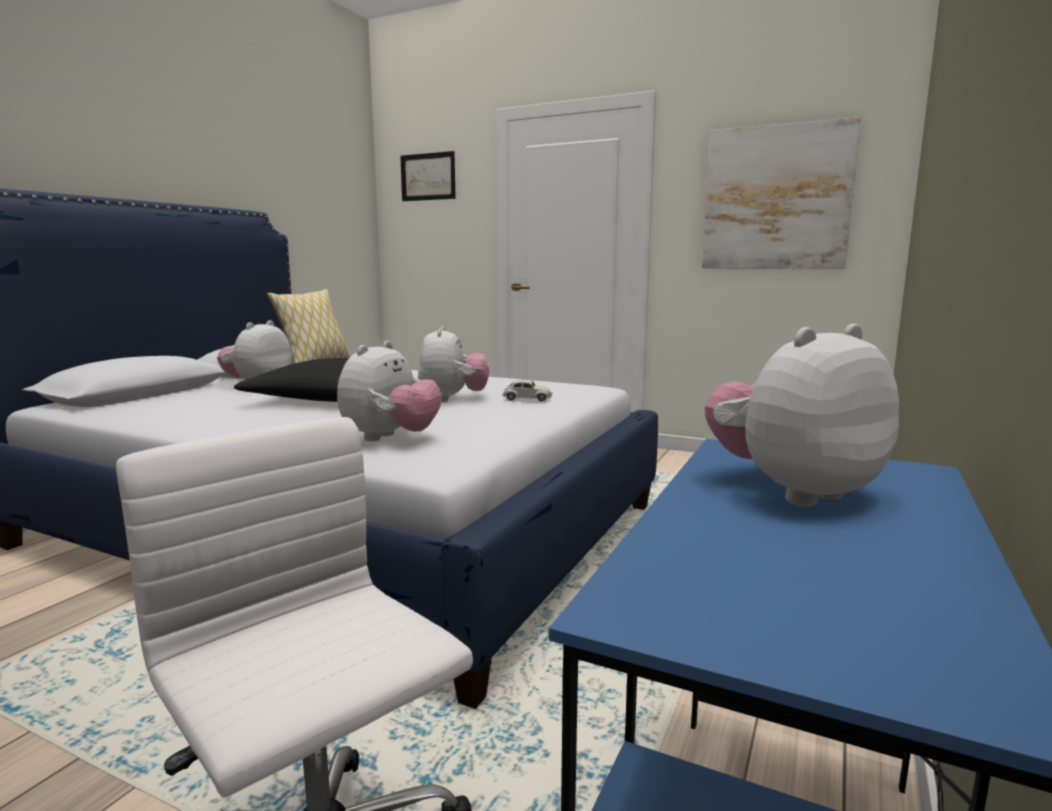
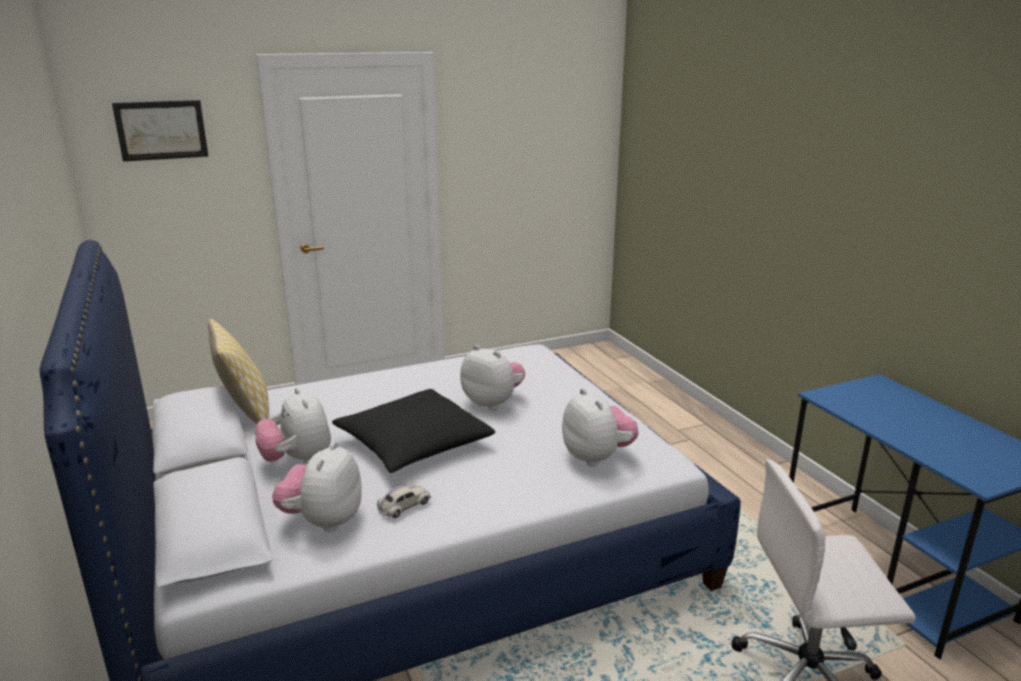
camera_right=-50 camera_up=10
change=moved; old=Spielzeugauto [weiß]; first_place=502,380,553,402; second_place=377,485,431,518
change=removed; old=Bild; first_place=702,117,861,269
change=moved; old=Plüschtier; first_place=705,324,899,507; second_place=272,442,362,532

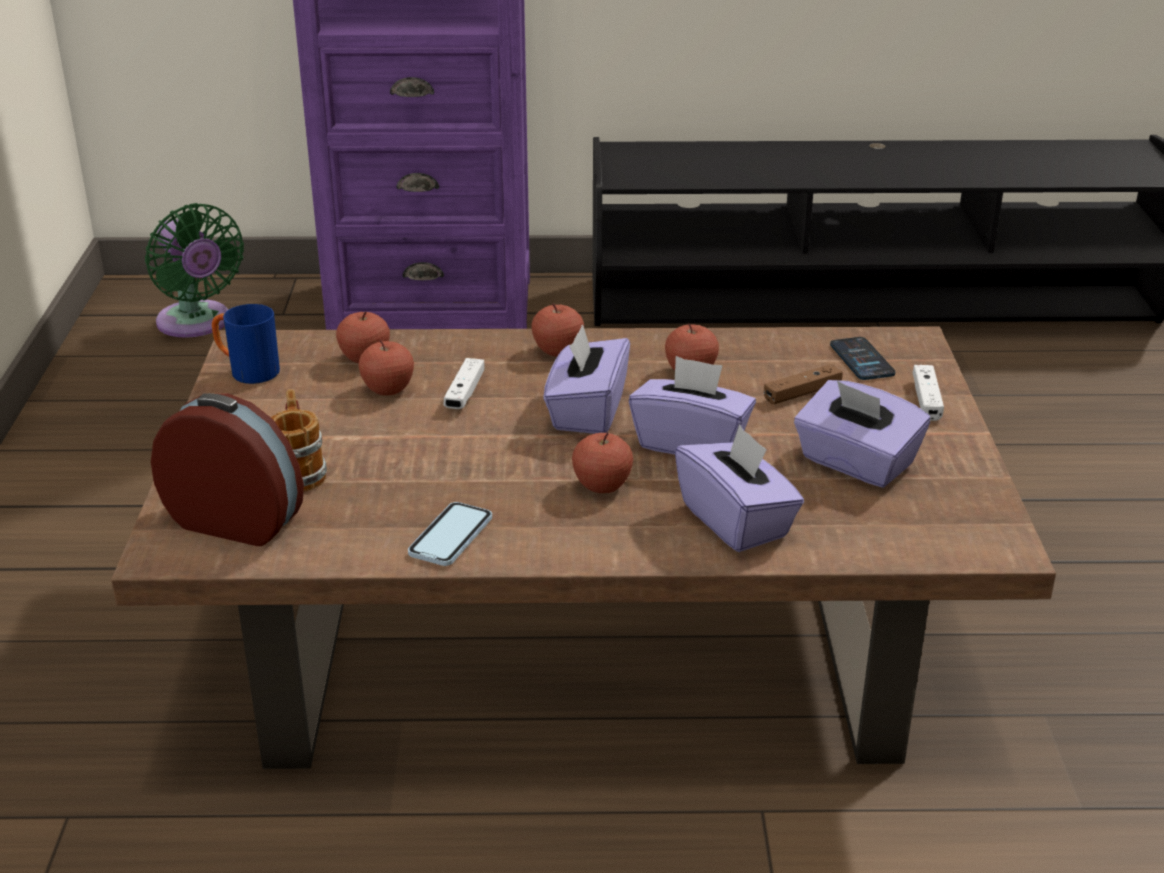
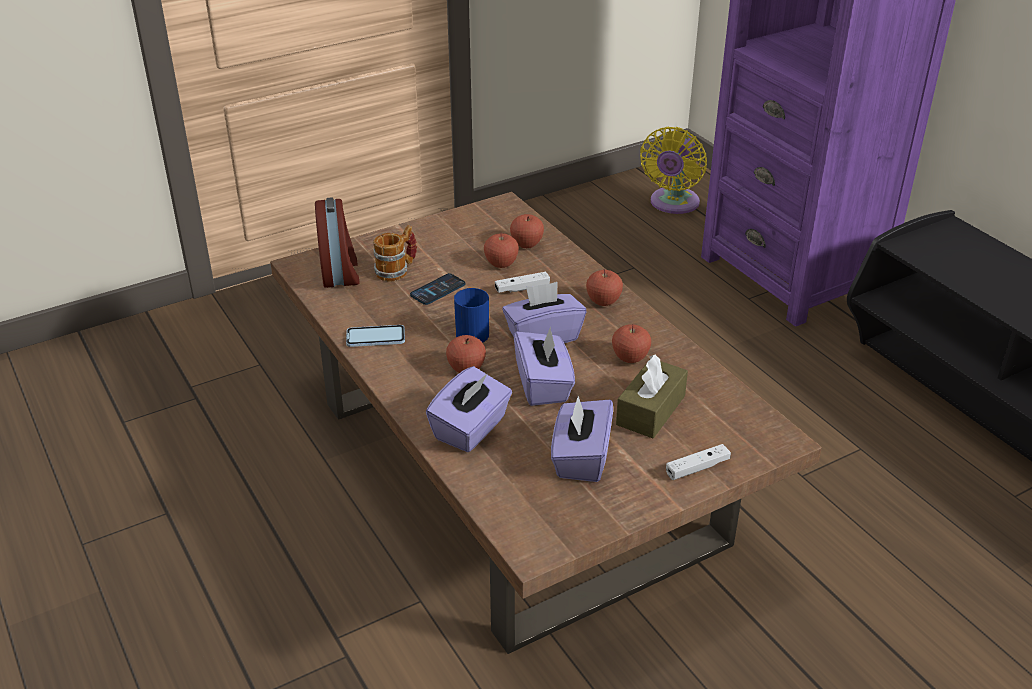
camera_right=60 camera_up=5
change=recoloured; old=Ventilator [grün]; new=Ventilator [gelb]; first_place=145,203,244,338; second_place=640,127,707,214
change=moved; old=Henkelbecher [blau]; first_place=212,304,280,384; second_place=454,287,489,343
change=replaced; old=Gamepad [braun]; new=Taschentuchbox [braun]; first_place=764,364,842,404; second_place=616,355,688,438
change=moved; old=Handy; first_place=830,337,895,380; second_place=410,273,465,305

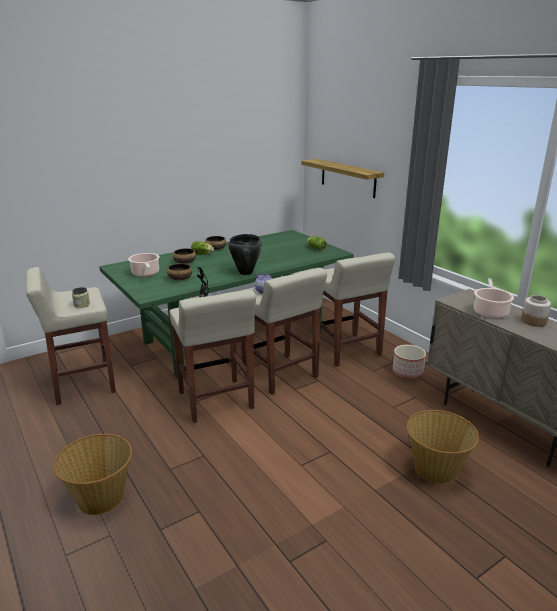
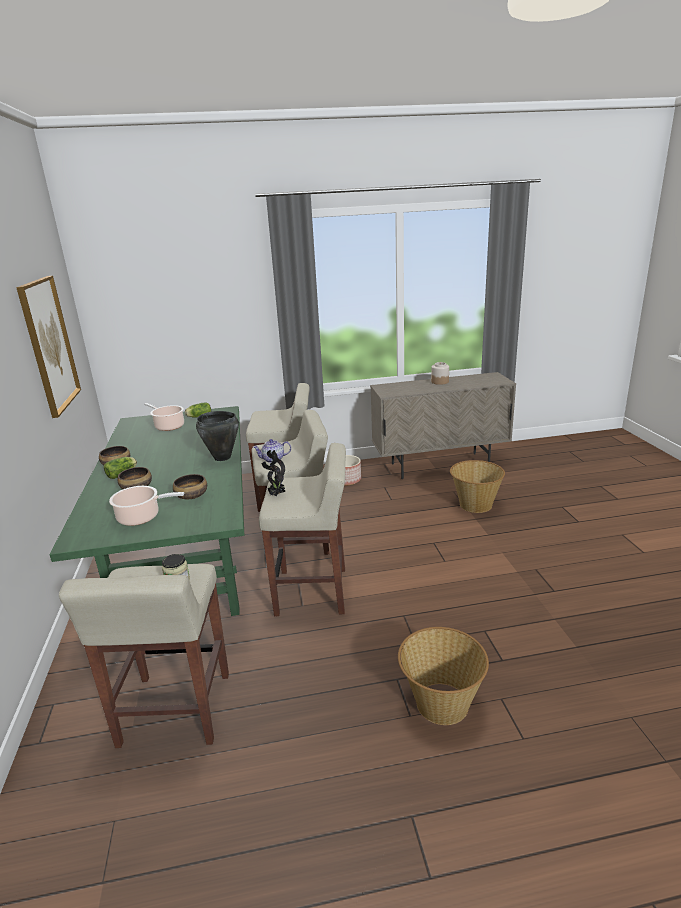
camera_right=-65 camera_up=0
change=removed; old=Wandregal; first_place=301,159,384,198
change=moved; old=Kochtopf; first_place=474,278,514,318; second_place=144,403,184,431
change=added; new=Bild; second_place=16,276,81,418

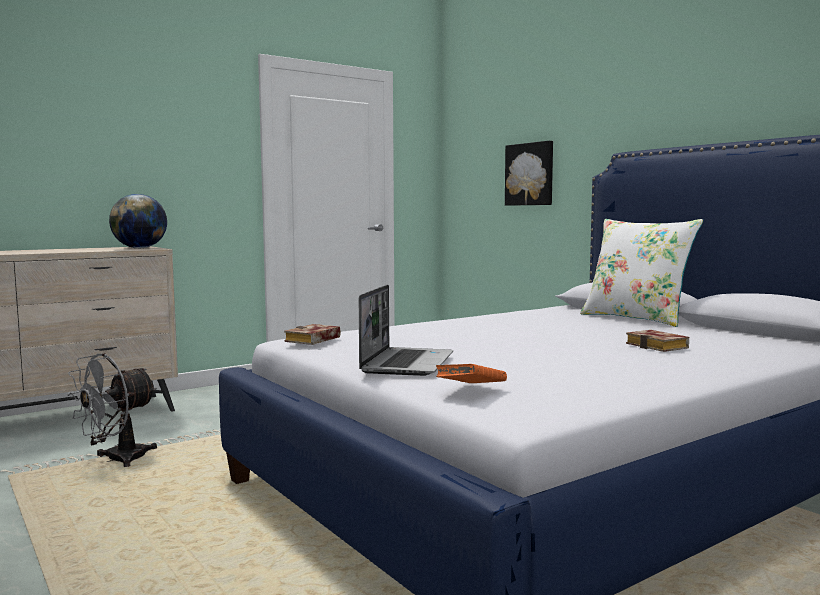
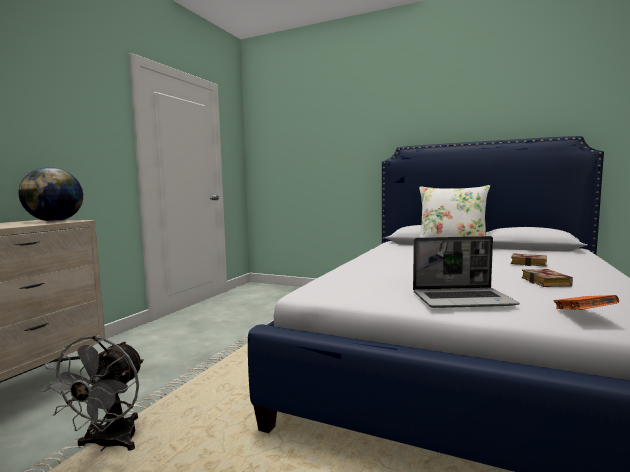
camera_right=-30 camera_up=0
change=moved; old=Buch; first_place=284,324,341,345; second_place=522,269,573,287
change=turned; old=Laptop; first_place=359,285,453,376; second_place=413,236,520,308; degrees=105
change=removed; old=Bild; first_place=505,141,553,206

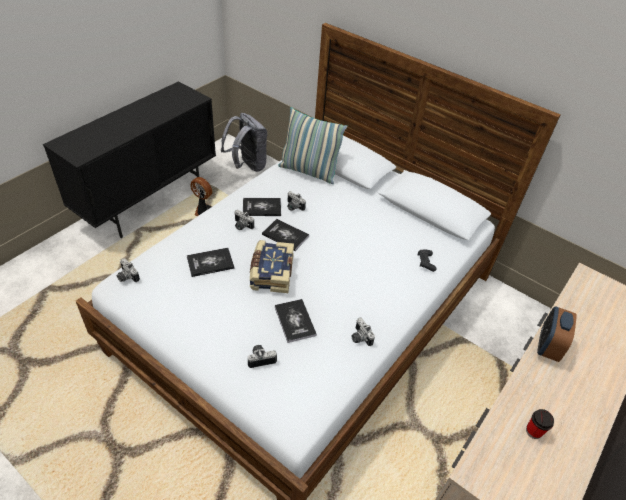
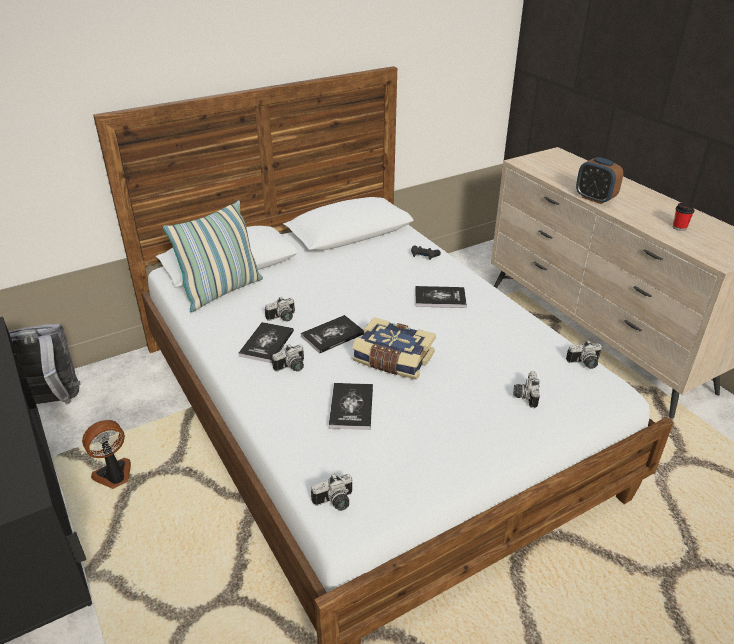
camera_right=-65 camera_up=-10
change=moved; old=Buch; first_place=275,299,317,343; second_place=415,286,467,308
change=moved; old=Kamera; first_place=352,318,375,346; second_place=566,340,602,369

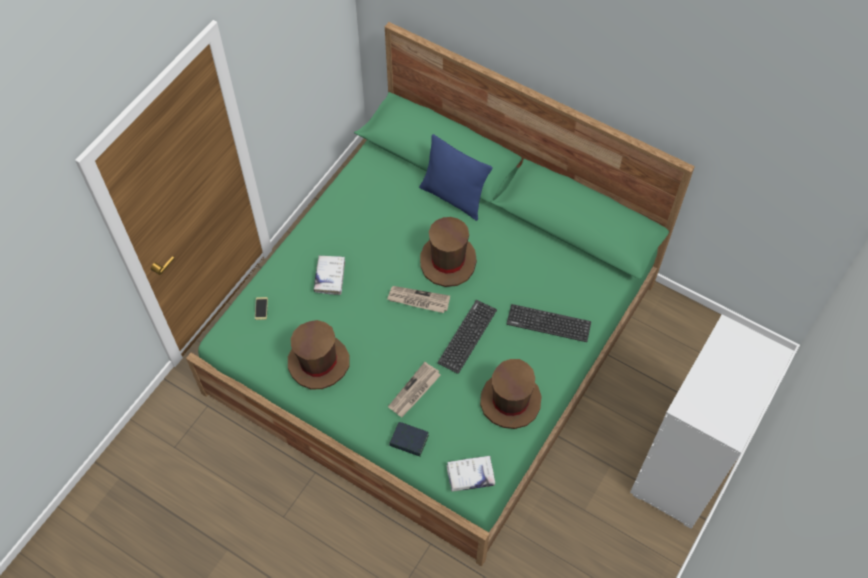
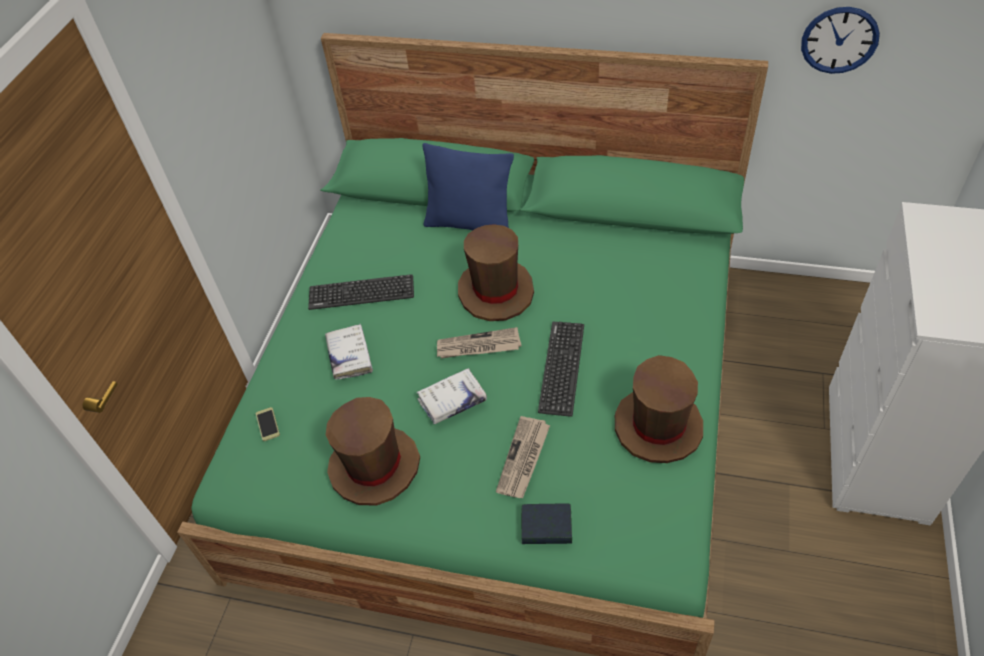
camera_right=-15 camera_up=-10
change=moved; old=Buch [weiß]; first_place=446,456,495,492; second_place=417,368,487,424
change=moved; old=Tastatur; first_place=507,304,591,342; second_place=308,274,414,310
change=added; new=Wanduhr; second_place=801,7,880,74

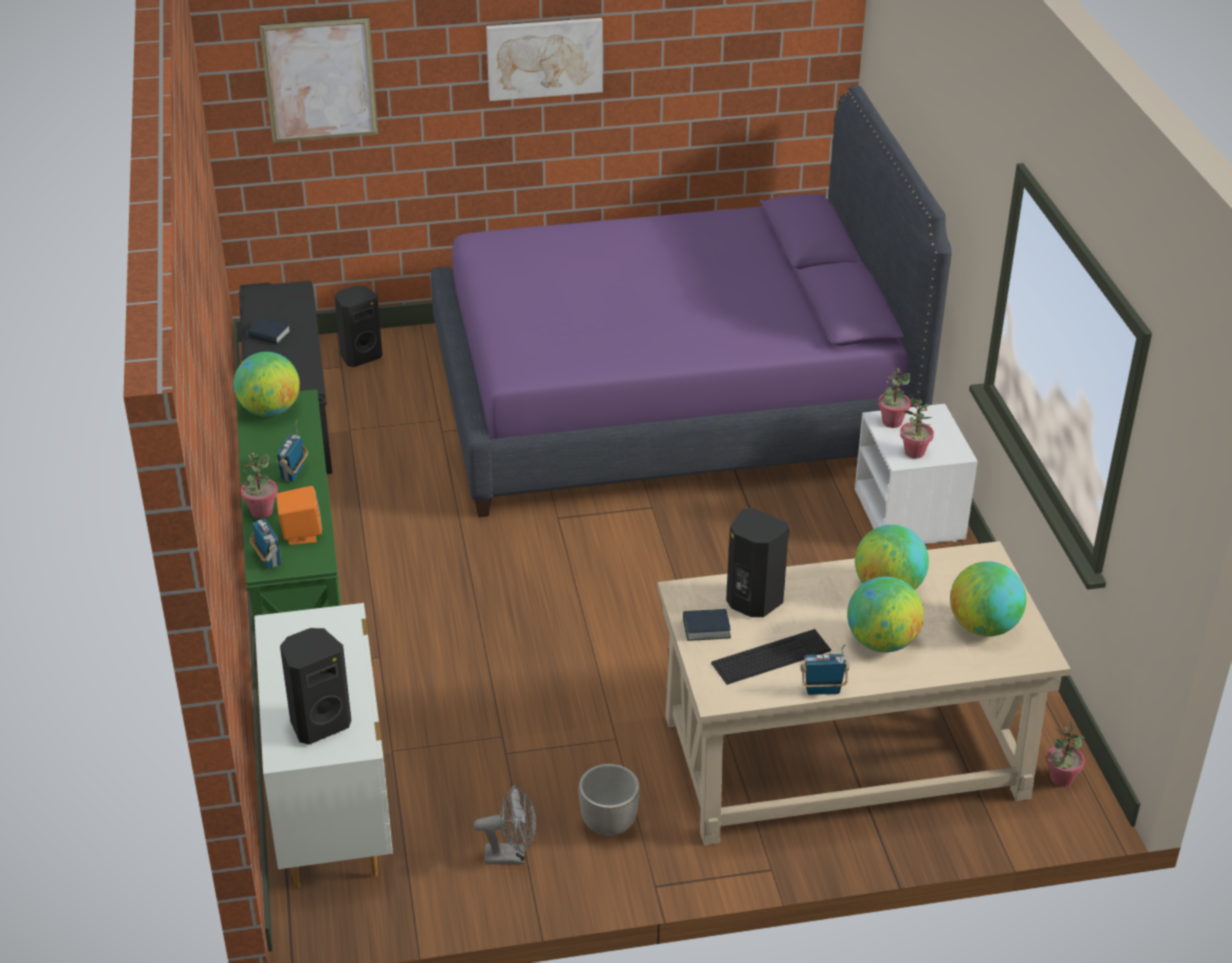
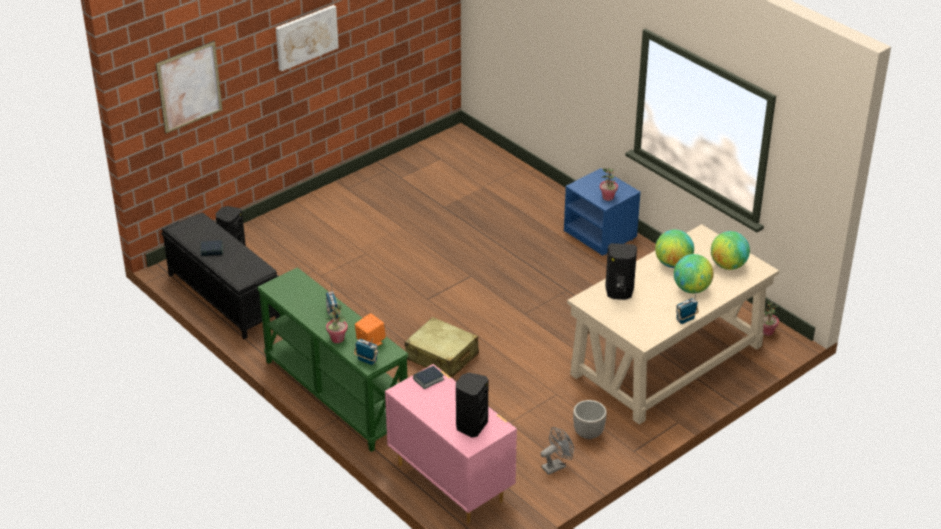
camera_right=-30 camera_up=0
change=removed; old=Globus; first_place=234,352,300,417
change=recoloured; old=Kommode [weiß]; new=Kommode [rosa]; first_place=254,603,393,888; second_place=385,364,517,524
change=removed; old=Bett [lila]; first_place=431,85,952,517
change=moved; old=Buch; first_place=683,609,731,641; second_place=413,366,444,389
change=removed; old=Tastatur; first_place=711,629,831,685
change=recoloured; old=Nachttisch [weiß]; new=Nachttisch [blau]; first_place=855,404,978,544; second_place=564,168,641,256
change=removed; old=Topfpflanze; first_place=878,368,911,428
change=added; new=Koffer [beige]; second_place=405,317,479,378

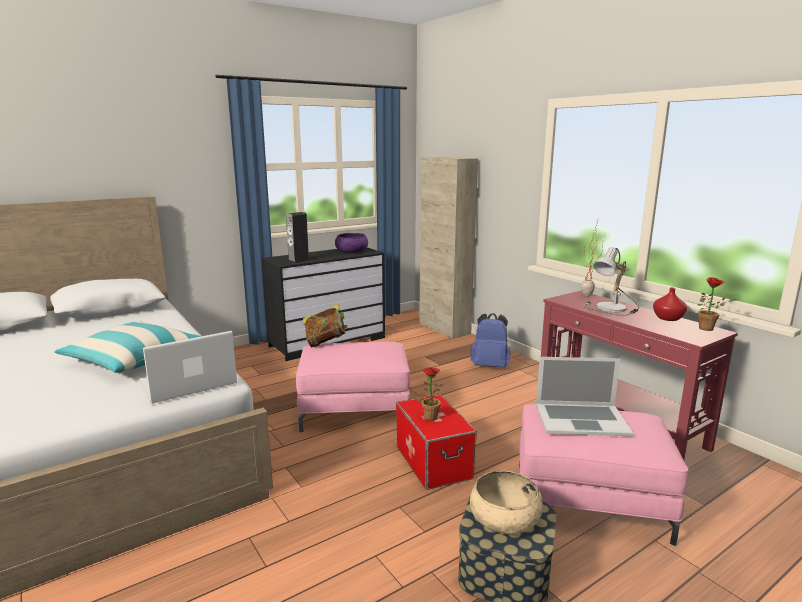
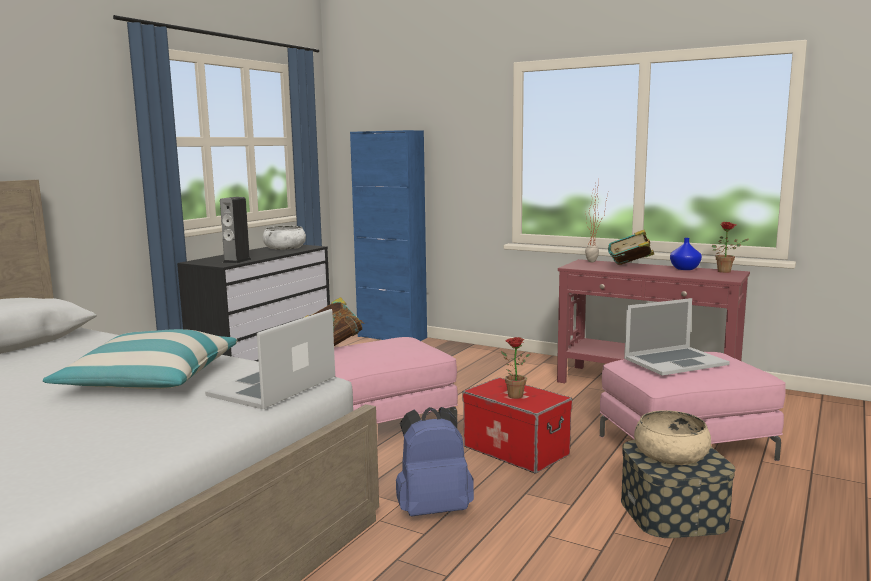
camera_right=-25 camera_up=-5
change=recoloured; old=Schüssel [lila]; new=Schüssel [weiß]; first_place=335,233,368,253; second_place=263,226,306,250
change=recoloured; old=Schrank [beige]; new=Schrank [blau]; first_place=419,157,478,339; second_place=350,130,427,341
change=moved; old=Rucksack [blau]; first_place=470,313,511,368; second_place=396,407,474,517
change=replaced; old=Tischlampe; new=Buch; first_place=584,247,639,316; second_place=608,230,654,265
change=recoloured; old=Vase [rot]; new=Vase [blau]; first_place=653,287,687,321; second_place=670,238,702,270

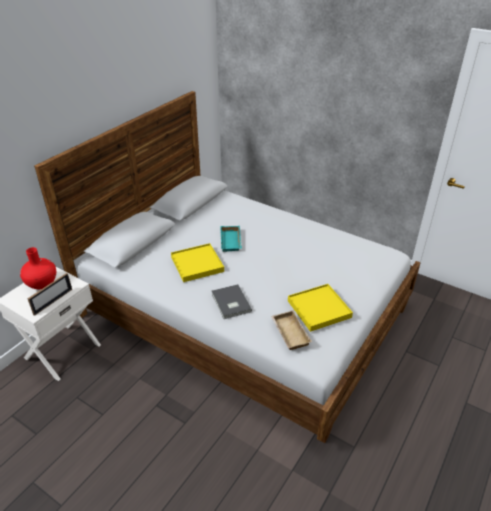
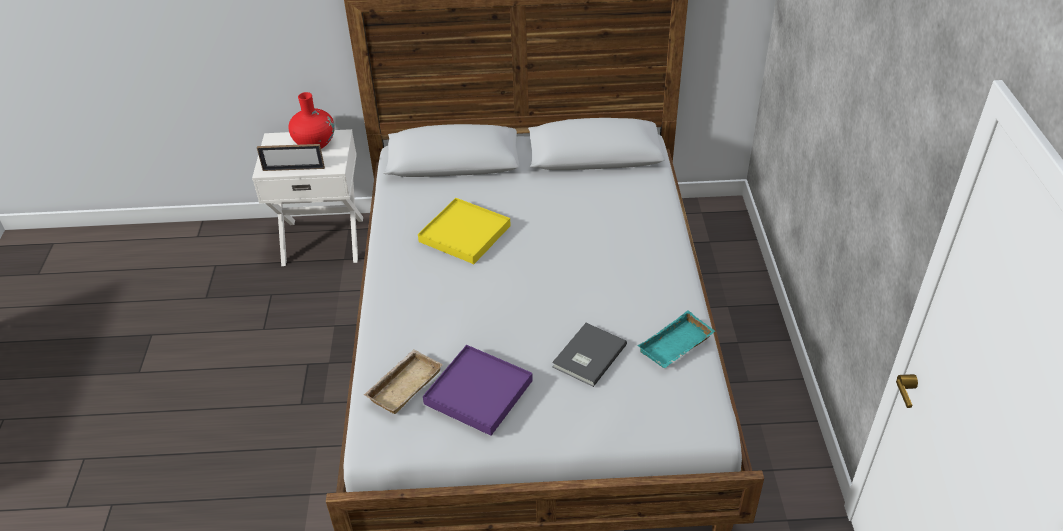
camera_right=55 camera_up=5
change=moved; old=Buch [grau]; first_place=212,284,252,319; second_place=552,323,627,387
change=moved; old=Tablett [türkis]; first_place=220,226,242,252; second_place=637,310,715,368
change=recoloured; old=Tablett [gelb]; new=Tablett [lila]; first_place=288,284,353,332; second_place=423,345,533,436

